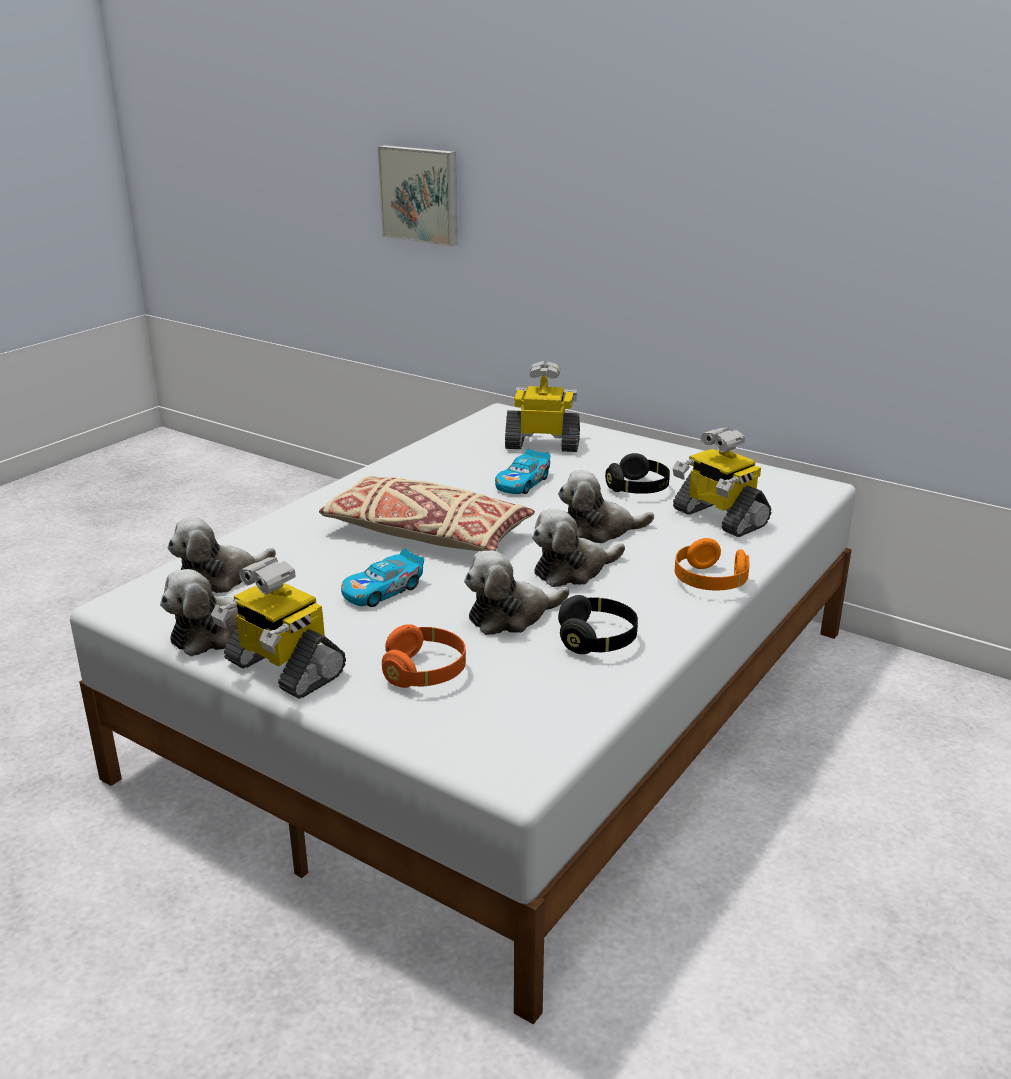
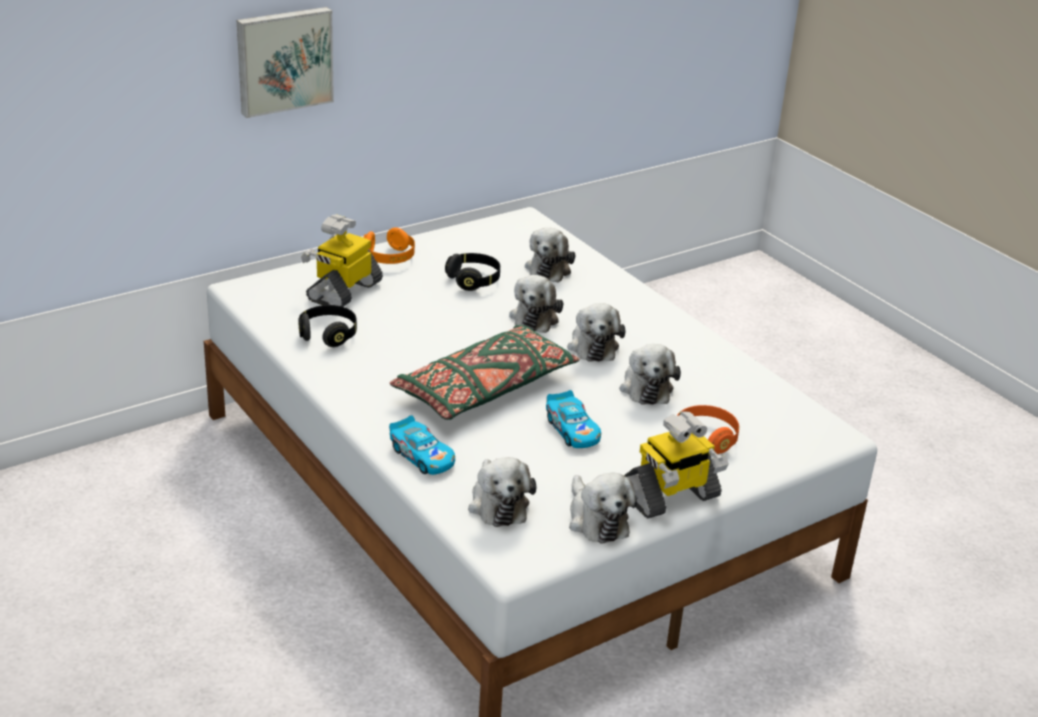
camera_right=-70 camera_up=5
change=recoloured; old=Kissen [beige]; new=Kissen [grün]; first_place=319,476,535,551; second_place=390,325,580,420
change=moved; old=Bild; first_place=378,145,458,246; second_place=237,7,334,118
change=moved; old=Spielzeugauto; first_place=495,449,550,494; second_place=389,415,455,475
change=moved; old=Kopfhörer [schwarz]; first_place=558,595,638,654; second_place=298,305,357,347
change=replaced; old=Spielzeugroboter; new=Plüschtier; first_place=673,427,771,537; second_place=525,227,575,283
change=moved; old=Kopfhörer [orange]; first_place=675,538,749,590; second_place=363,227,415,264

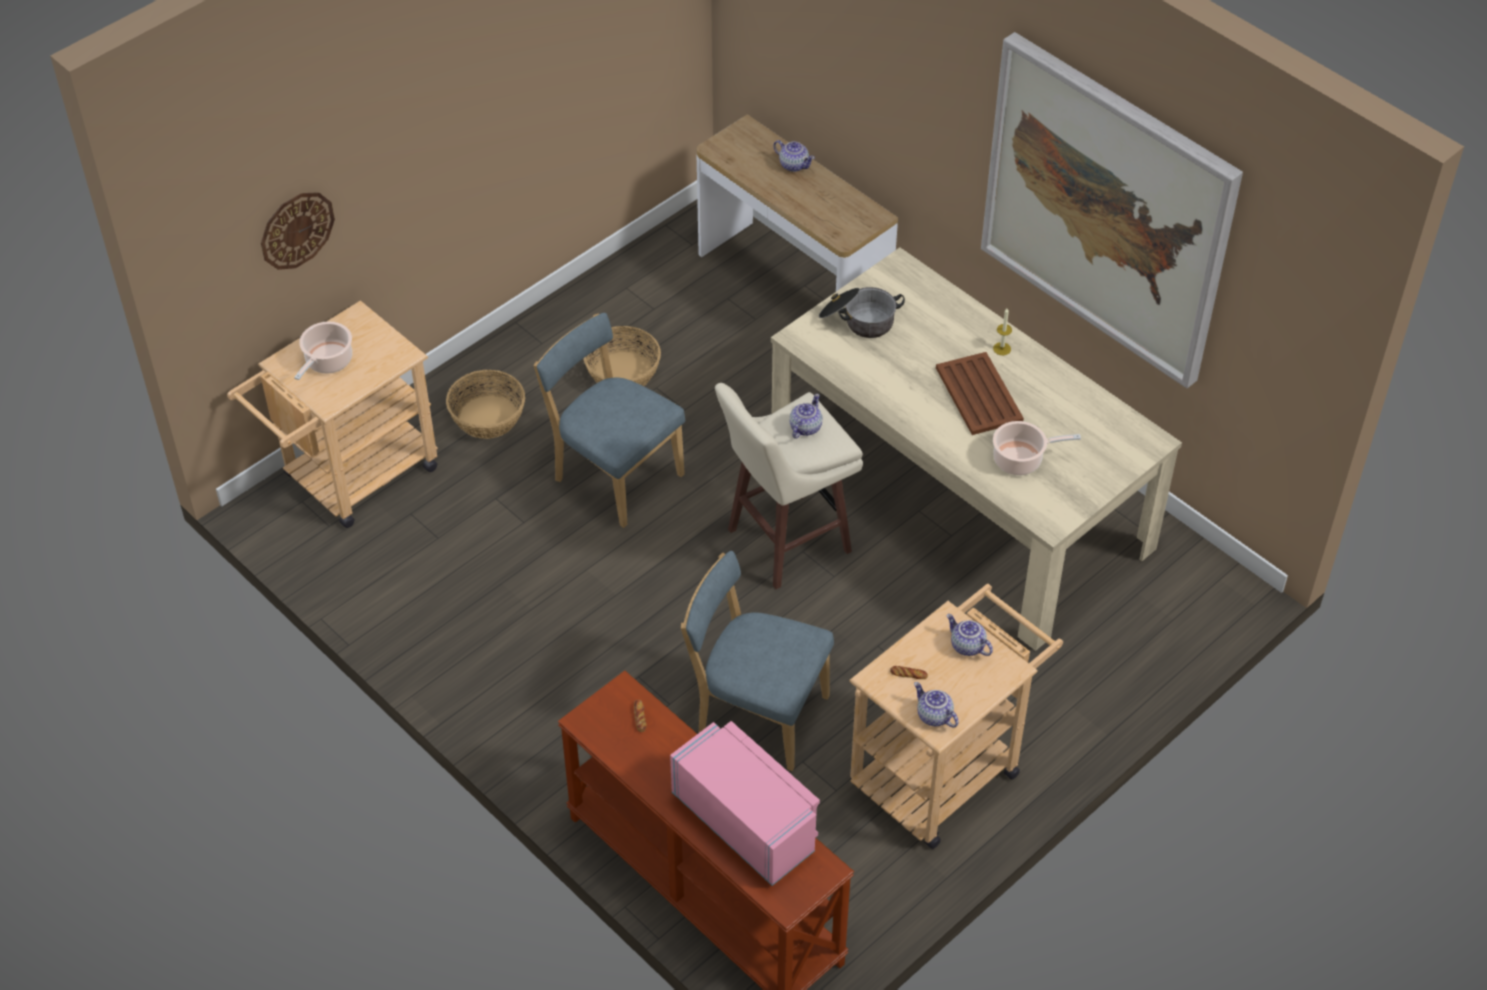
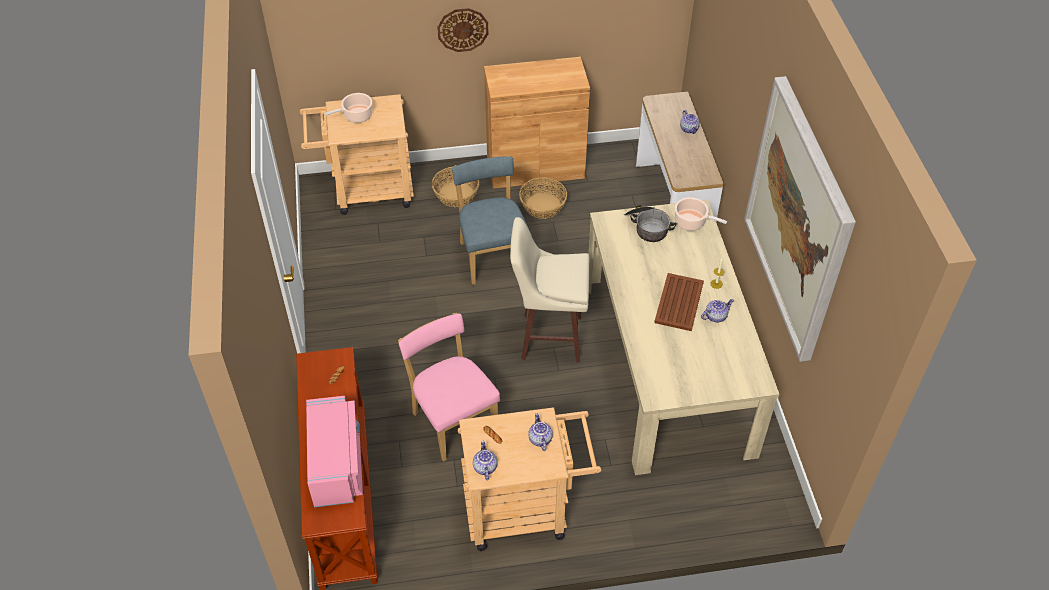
camera_right=35 camera_up=0
change=moved; old=Wanduhr; first_place=261,192,335,270; second_place=437,8,489,52
change=recoloured; old=Stuhl [blau]; new=Stuhl [rosa]; first_place=681,551,834,771; second_place=398,313,500,461
change=moved; old=Teekanne; first_place=790,394,822,439; second_place=701,299,734,322
change=moved; old=Kochtopf; first_place=993,421,1081,475; second_place=675,197,727,231
change=added; new=Schrank [braun]; second_place=484,57,590,189

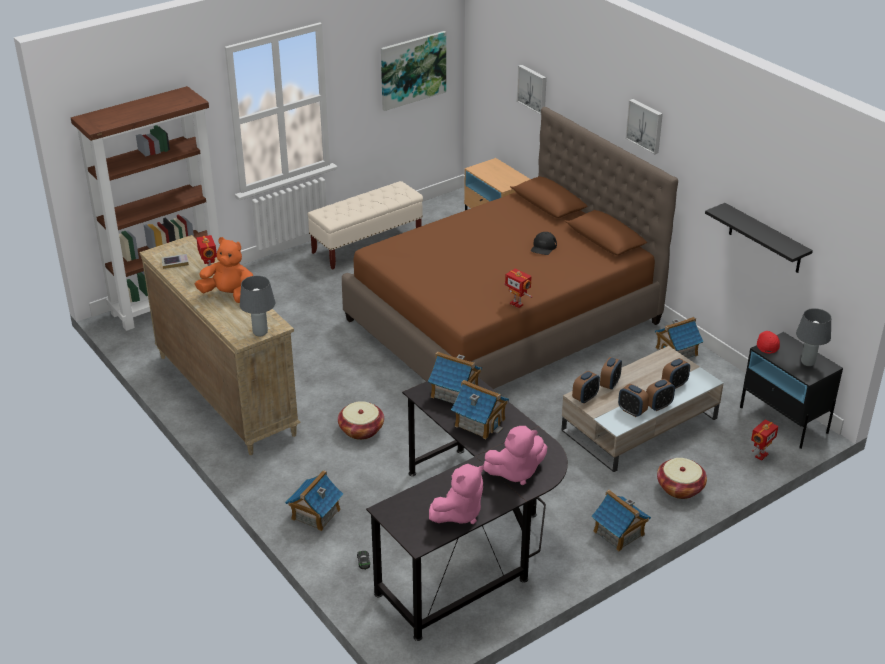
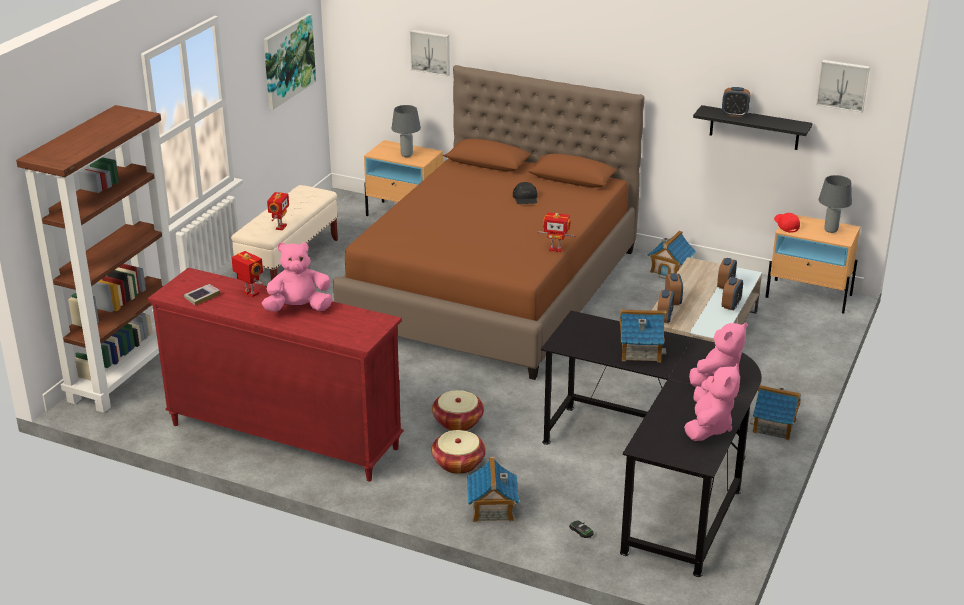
camera_right=-30 camera_up=-5
change=recoloured; old=Kommode [beige]; new=Kommode [rot]; first_place=140,235,301,455; second_place=148,268,404,482
change=recoloured; old=Plüschtier [orange]; new=Plüschtier [rosa]; first_place=195,237,253,303; second_place=262,242,333,312
change=moved; old=Tischlampe [grau]; first_place=240,276,275,337; second_place=391,105,421,157
change=removed; old=Spielzeughaus; first_place=428,351,482,404
change=moved; old=Wecker; first_place=618,384,649,417; second_place=722,87,750,117
change=moved; old=Bild; first_place=625,99,663,154; second_place=816,60,870,113
change=moved; old=Korb; first_place=657,458,707,499; second_place=431,430,486,474
change=recoloured; old=Nachttisch [schwarz]; new=Nachttisch [beige]; first_place=740,332,843,449; second_place=765,215,860,314
change=moved; old=Spielzeugroboter; first_place=751,420,779,461; second_place=267,192,289,230

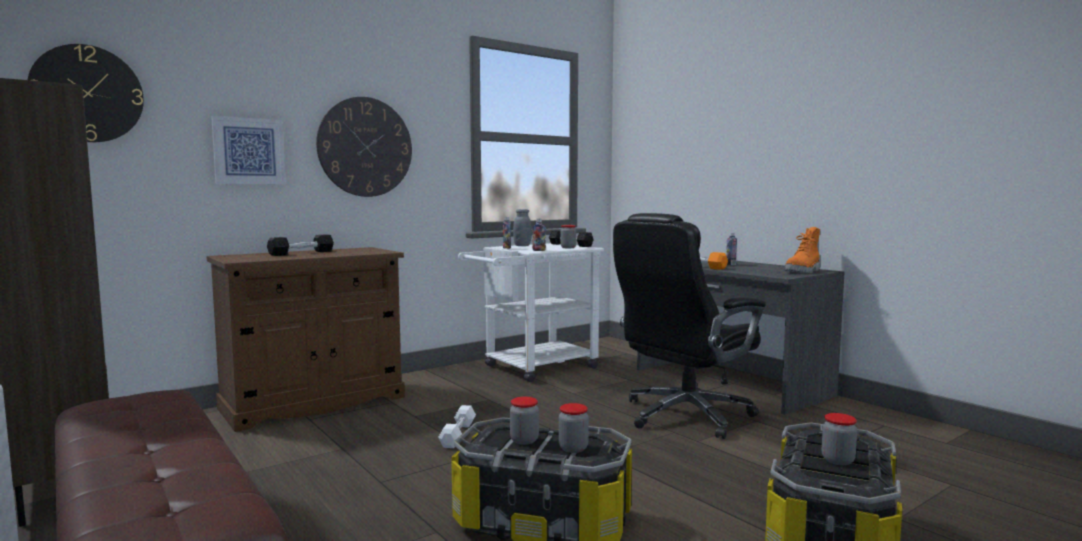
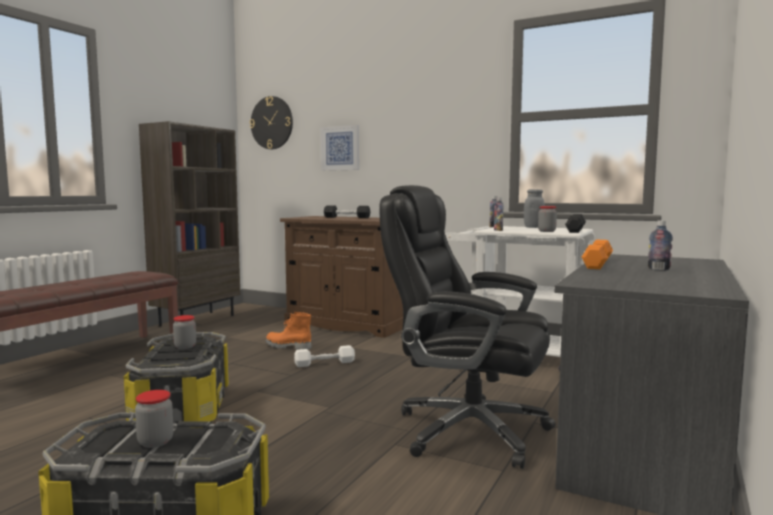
camera_right=65 camera_up=0
change=removed; old=Wanduhr; first_place=316,97,412,197
change=removed; old=Vorratsglas; first_place=559,403,589,453
change=moved; old=Stiefel [orange]; first_place=785,227,820,273; second_place=266,312,311,350

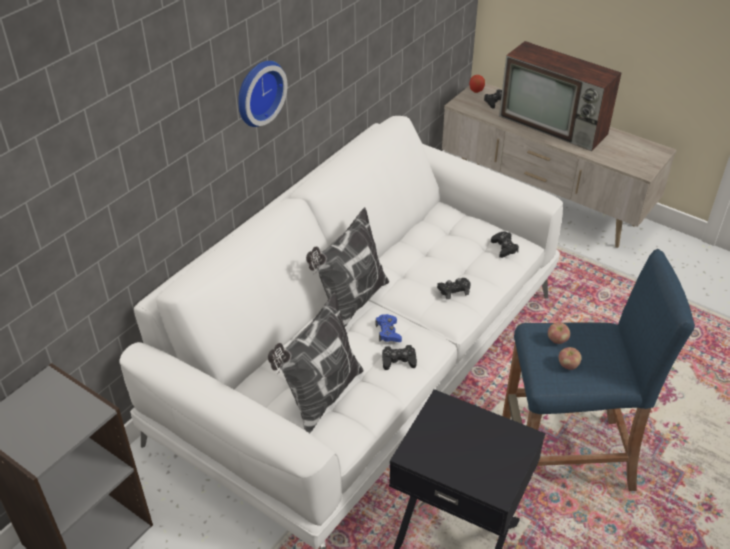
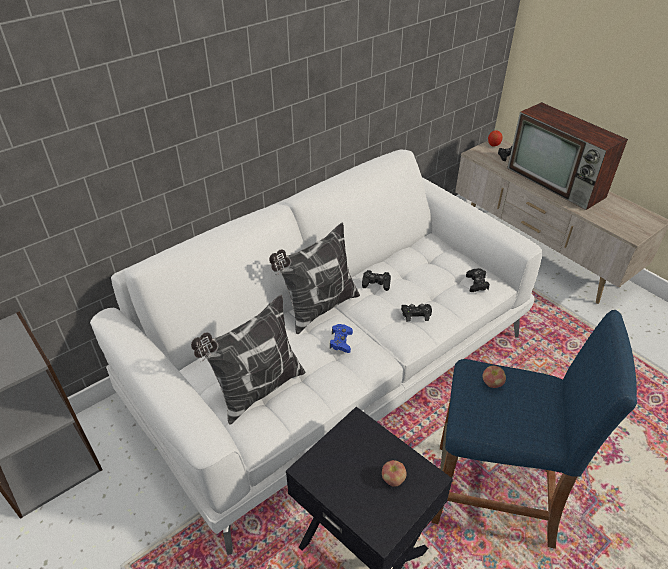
camera_right=15 camera_up=0
change=removed; old=Wanduhr; first_place=238,61,287,127
change=moved; old=Gamepad [schwarz]; first_place=382,345,417,370; second_place=362,270,391,291
change=moved; old=Apfel; first_place=559,347,582,370; second_place=382,460,407,487

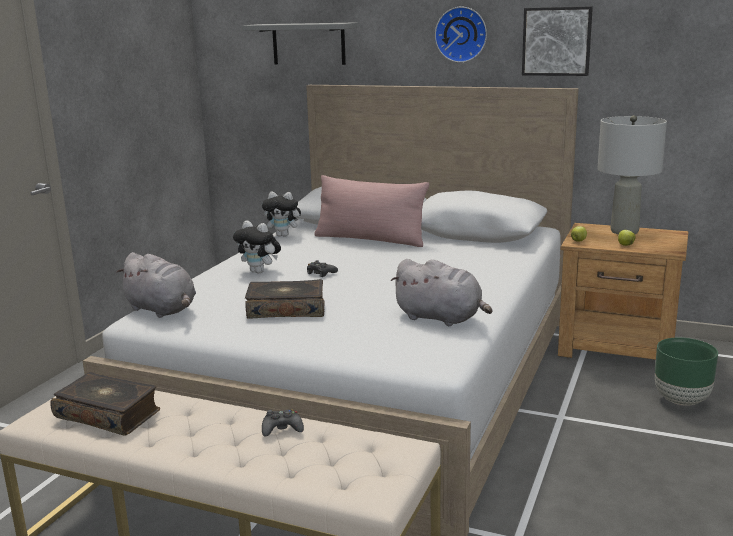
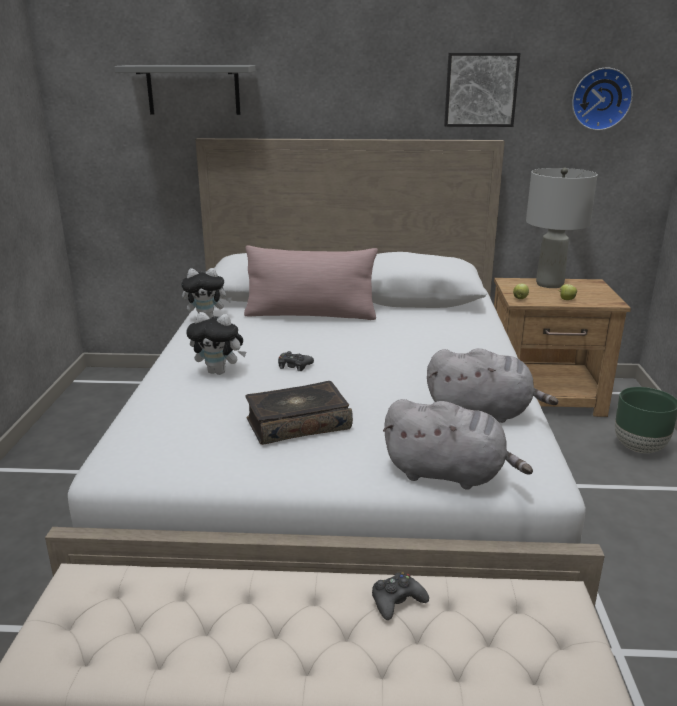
camera_right=-20 camera_up=5
change=removed; old=Buch; first_place=51,372,160,436
change=moved; old=Plüschtier [grau]; first_place=116,252,196,318; second_place=383,399,533,490
change=moved; old=Wanduhr; first_place=435,7,487,63; second_place=572,67,633,131

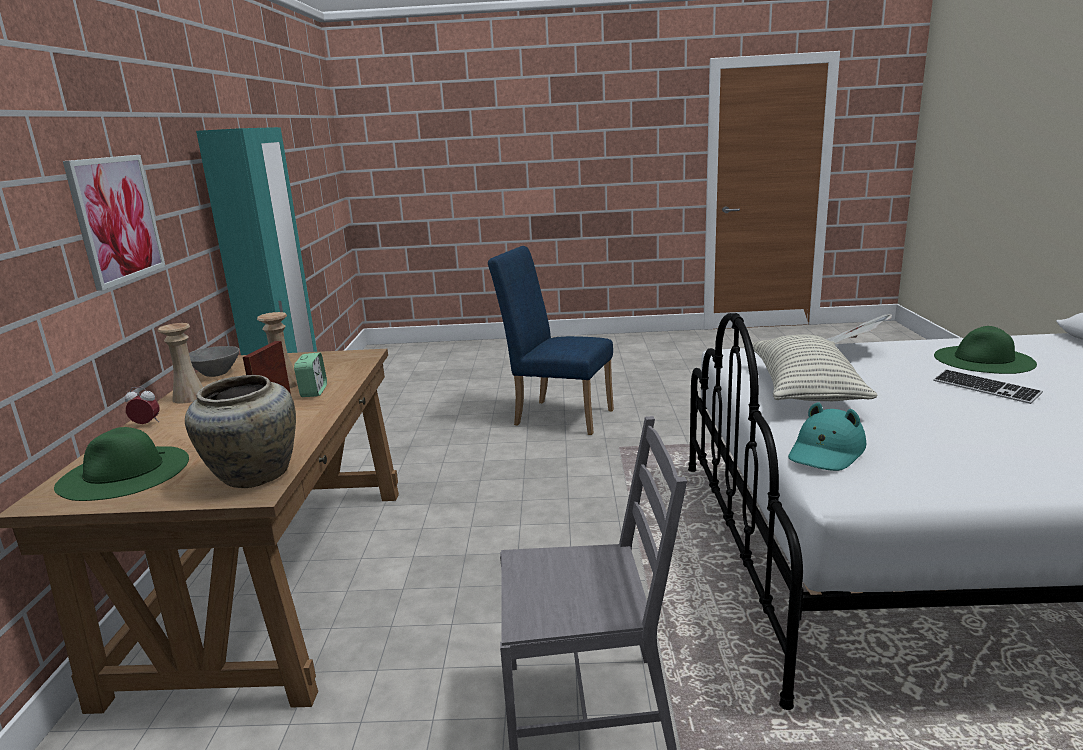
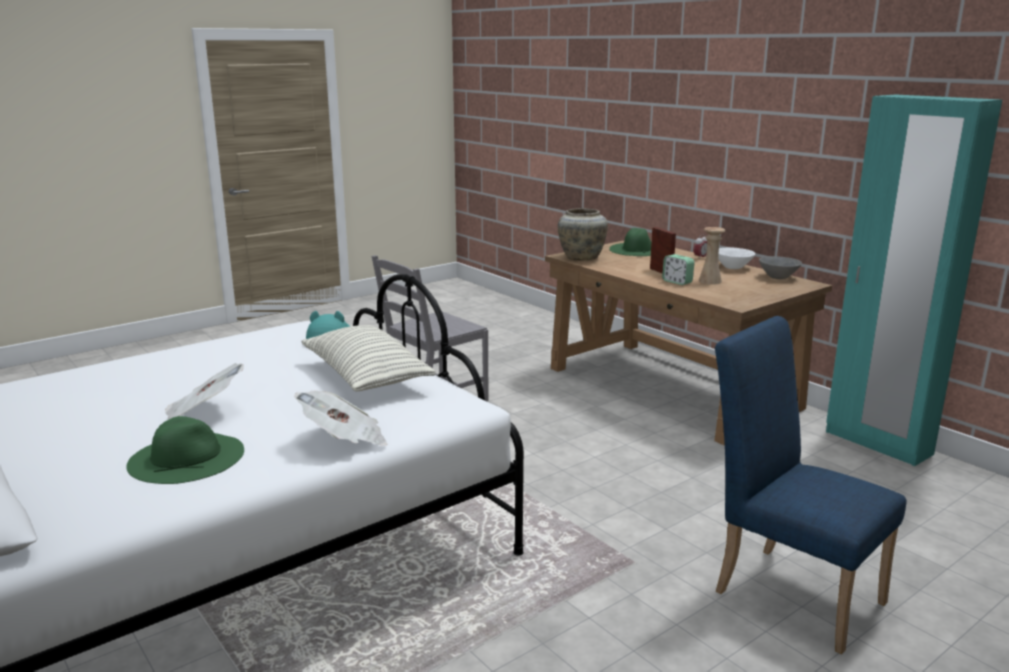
camera_right=140 camera_up=0
change=removed; old=Bild; first_place=63,155,166,291
change=replaced; old=Vase [beige]; new=Schüssel [weiß]; first_place=158,323,203,404; second_place=718,247,755,269
change=turned; old=Stuhl [blau]; first_place=488,246,614,435; second_place=715,316,907,655; degrees=-120
change=replaced; old=Tastatur; new=Zeitung; first_place=934,369,1043,404; second_place=165,363,244,419

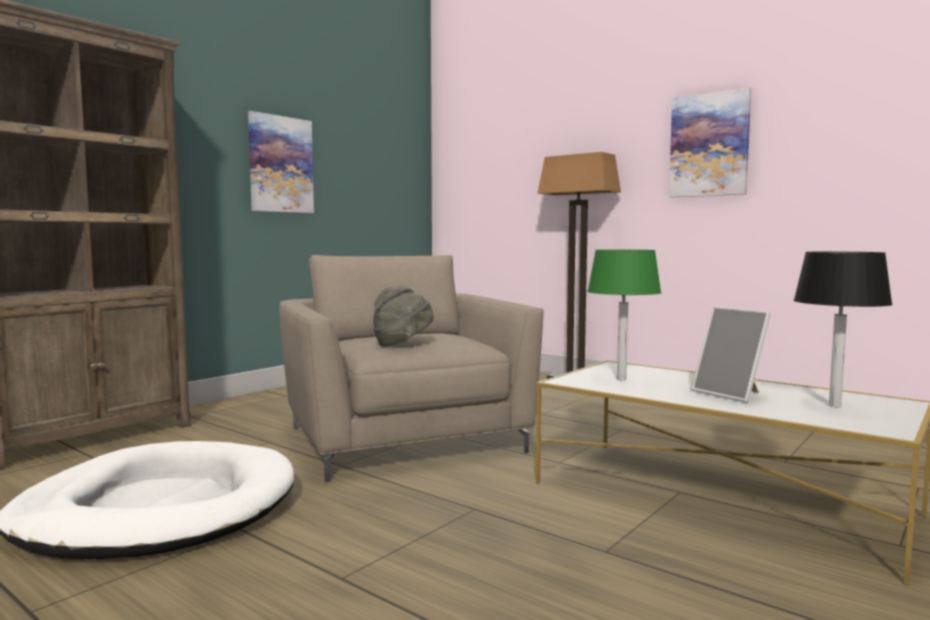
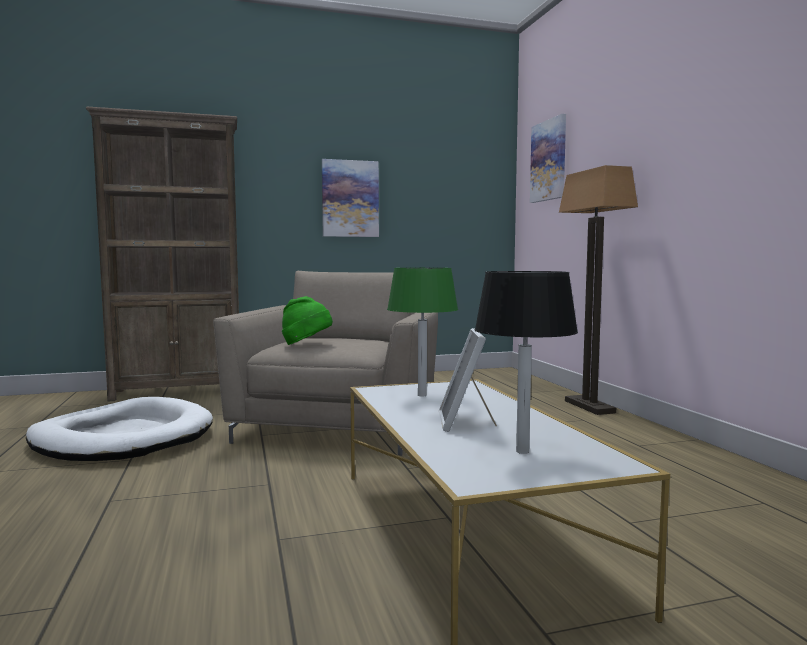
camera_right=35 camera_up=0
change=recoloured; old=Hut [grau]; new=Hut [grün]; first_place=373,286,434,347; second_place=282,296,333,345
change=moved; old=Bild; first_place=669,87,751,197; second_place=530,114,566,203

